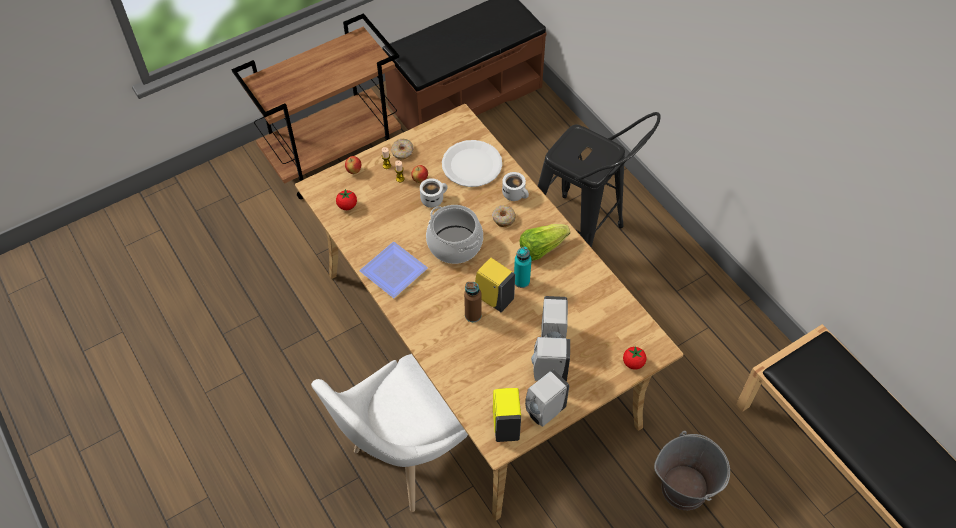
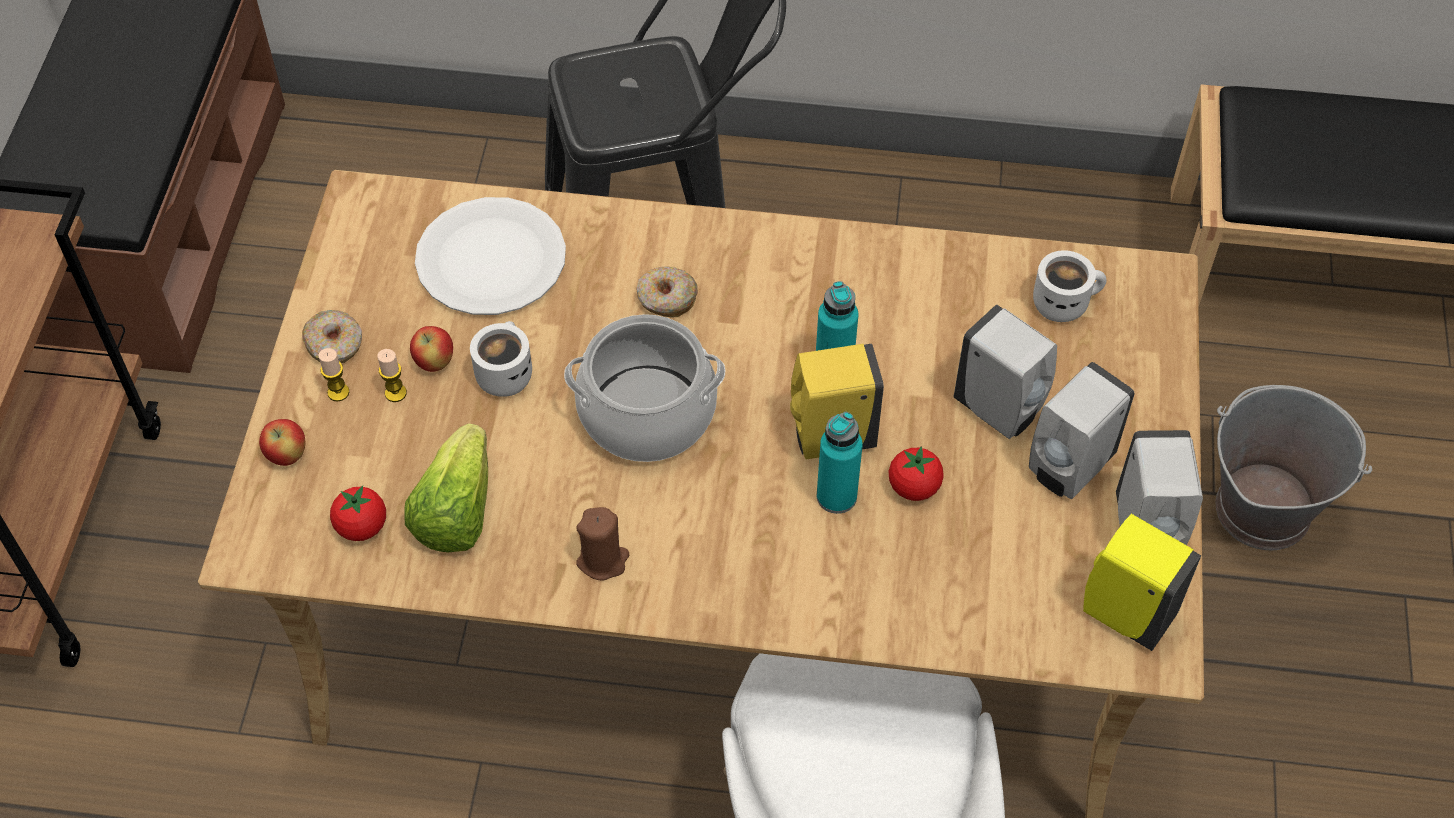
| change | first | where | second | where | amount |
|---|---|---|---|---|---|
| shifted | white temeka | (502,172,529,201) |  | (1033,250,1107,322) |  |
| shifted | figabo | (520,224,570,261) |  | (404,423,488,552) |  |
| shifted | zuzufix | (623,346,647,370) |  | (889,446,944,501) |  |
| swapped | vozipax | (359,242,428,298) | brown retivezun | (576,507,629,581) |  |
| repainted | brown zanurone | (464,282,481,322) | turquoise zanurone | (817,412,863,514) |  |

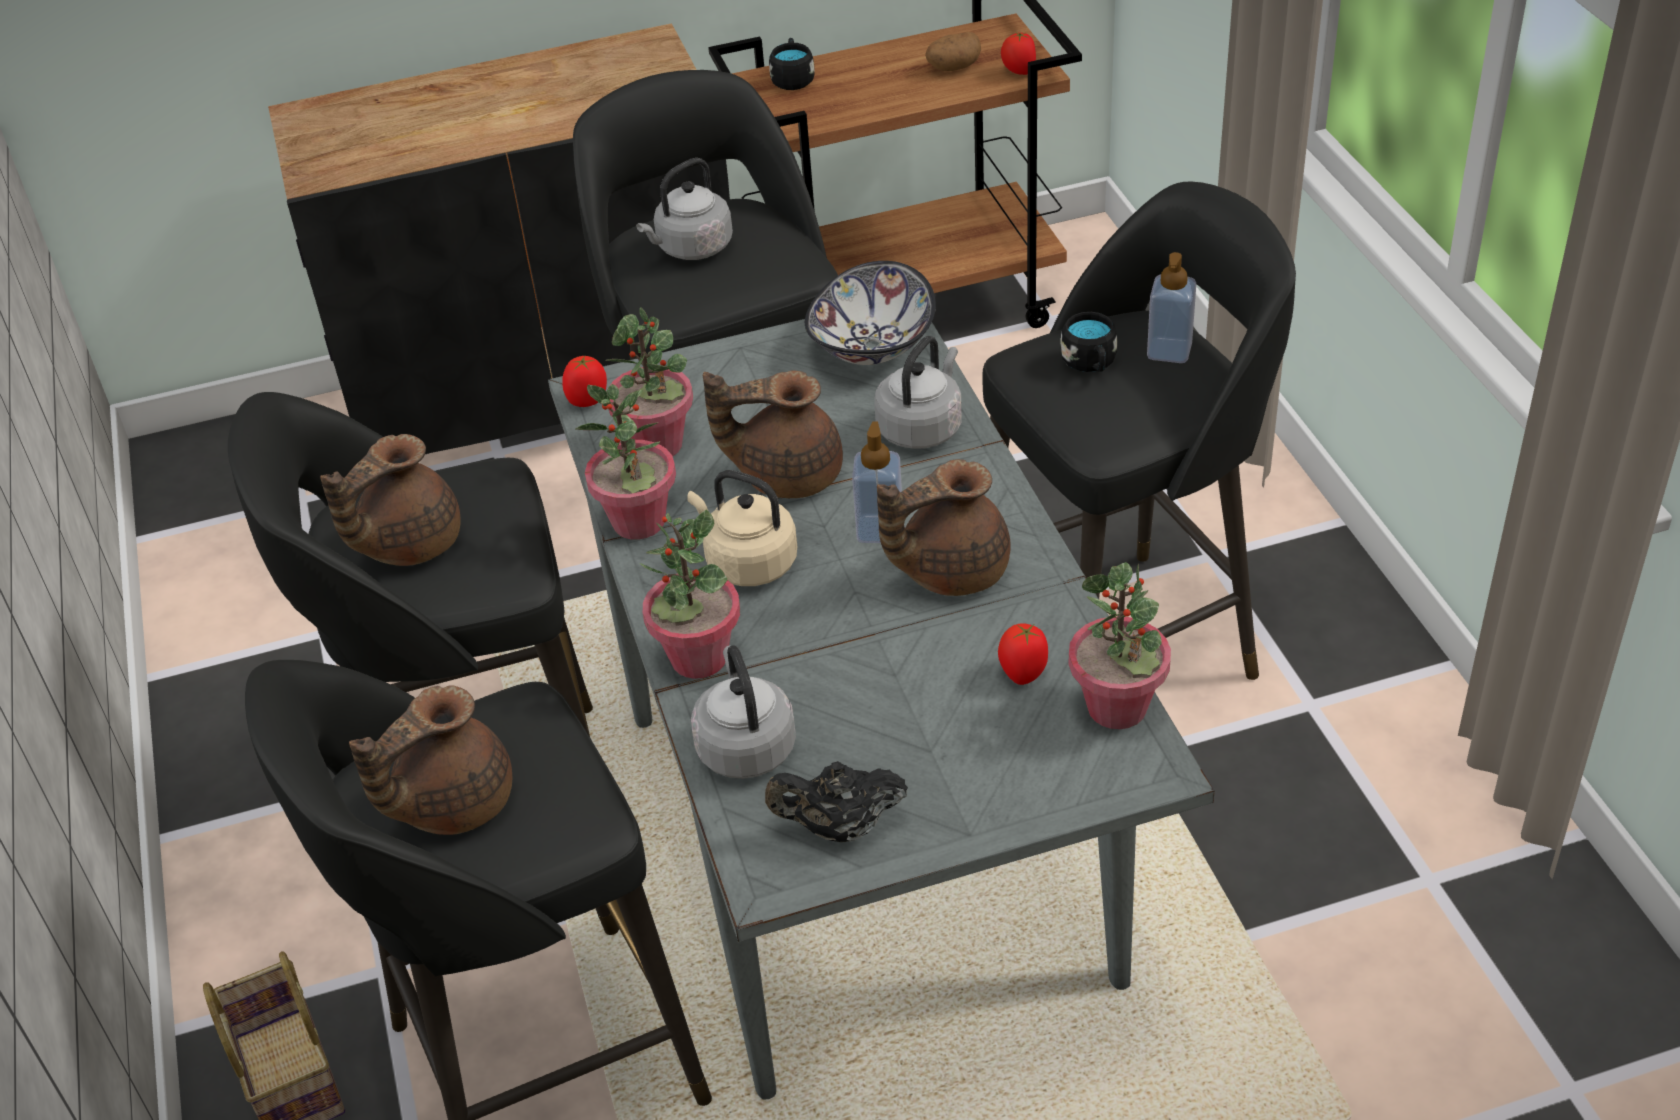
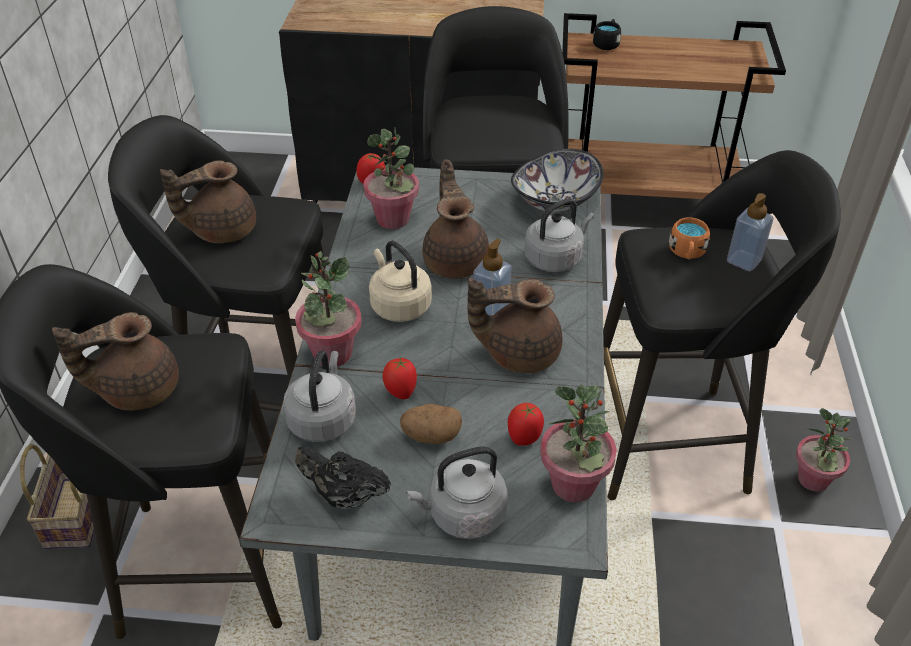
| change | first | where | second | where | amount |
|---|---|---|---|---|---|
| shifted | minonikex | (575,384,676,540) |  | (796,408,851,492) |  |
| shifted | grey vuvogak | (636,158,733,260) |  | (406,446,508,539) |  |
| shifted | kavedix | (925,32,981,71) |  | (400,404,462,444) |  |
| shifted | zuzufix | (1001,32,1036,75) |  | (383,357,417,399) |  |
| repainted | black temeka | (1060,312,1117,372) | orange temeka | (669,217,710,259) |  |
| rotated | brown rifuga | (703,370,843,498) |  | (422,160,489,279) | 60 degrees clockwise |

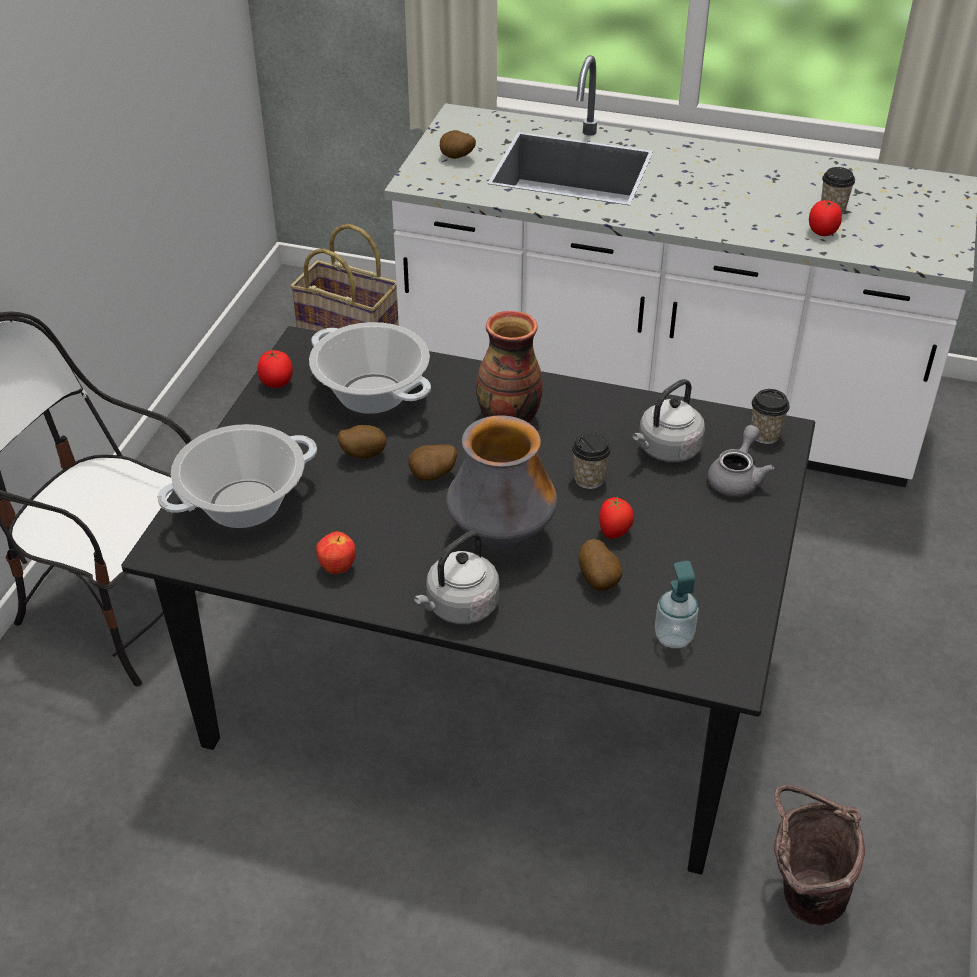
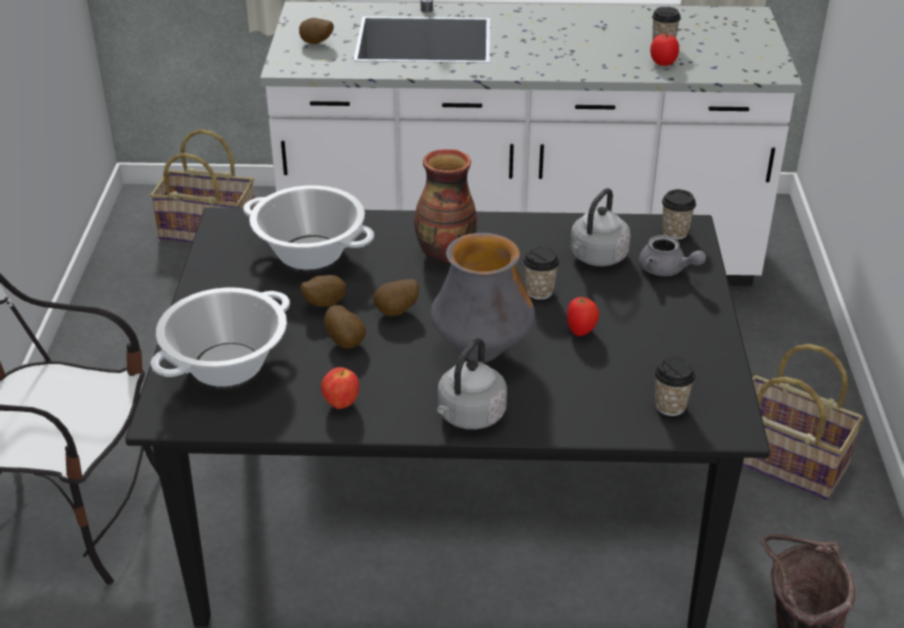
| change | first | where | second | where | amount |
|---|---|---|---|---|---|
| gone | zuzufix | (257,350,293,388) |  |  |  |
| new |  |  | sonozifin | (743,344,864,500) |  |
| shifted | kavedix | (579,539,622,591) |  | (324,305,366,348) |  |
| swapped | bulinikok | (655,561,699,648) | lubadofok | (654,357,696,416) |  |
| rotated | grey rifuga | (707,425,774,497) |  | (639,235,706,276) | 120 degrees clockwise |

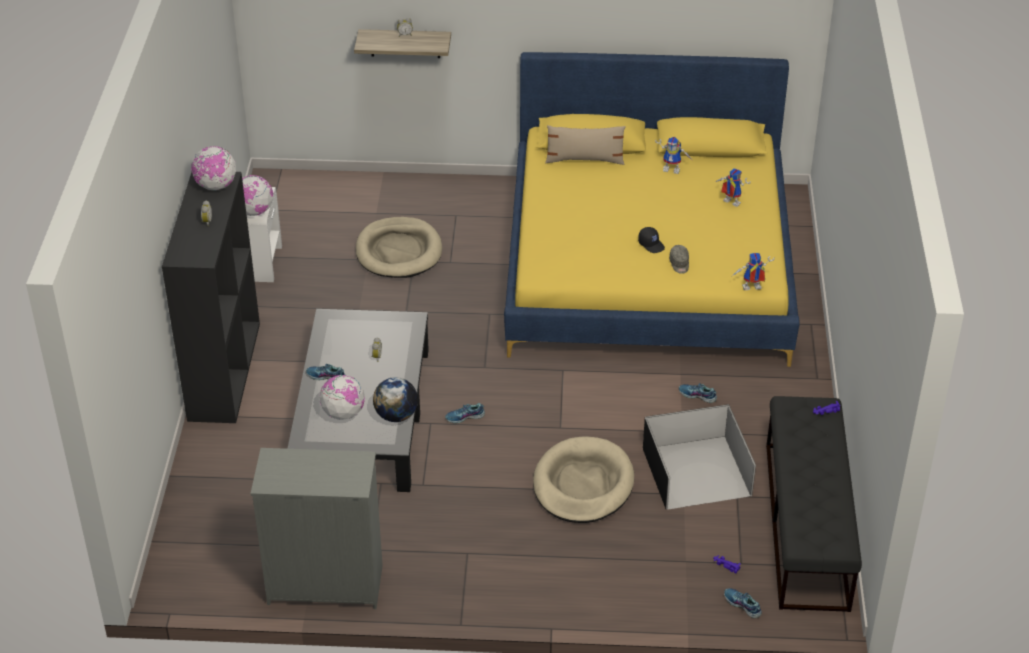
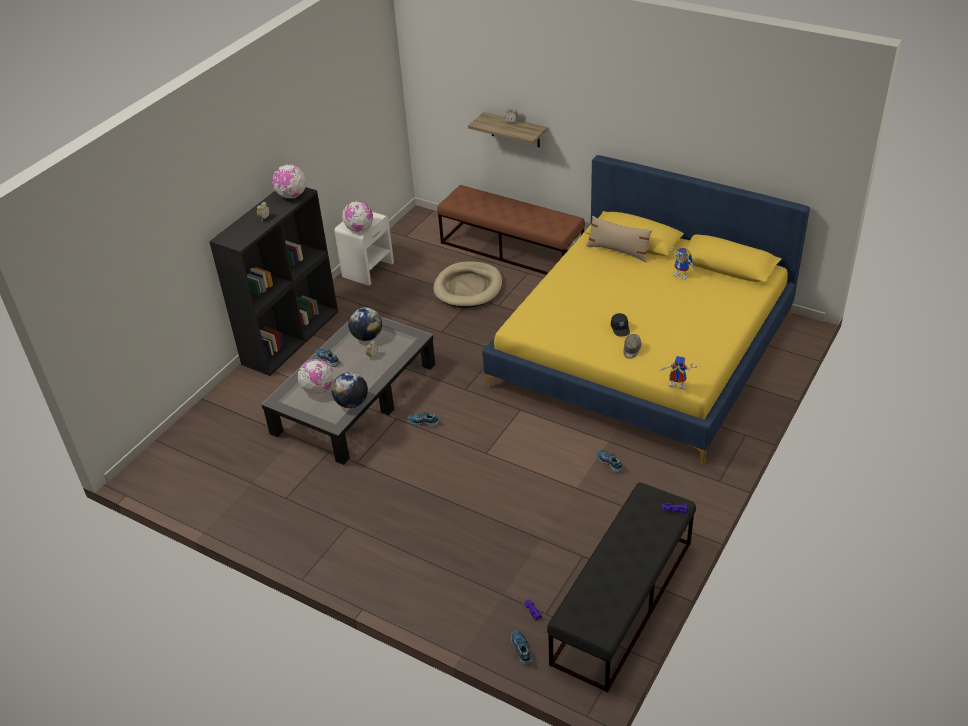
| change | first | where | second | where | amount |
|---|---|---|---|---|---|
| gone | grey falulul | (250,448,383,609) |  |  |  |
| gone | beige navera | (533,436,634,523) |  |  |  |
| gone | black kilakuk | (643,404,756,509) |  |  |  |
| gone | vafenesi | (716,168,751,207) |  |  |  |
| new |  |  | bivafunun | (348,307,382,341) |  |
| new |  |  | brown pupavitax | (437,185,585,275) |  |

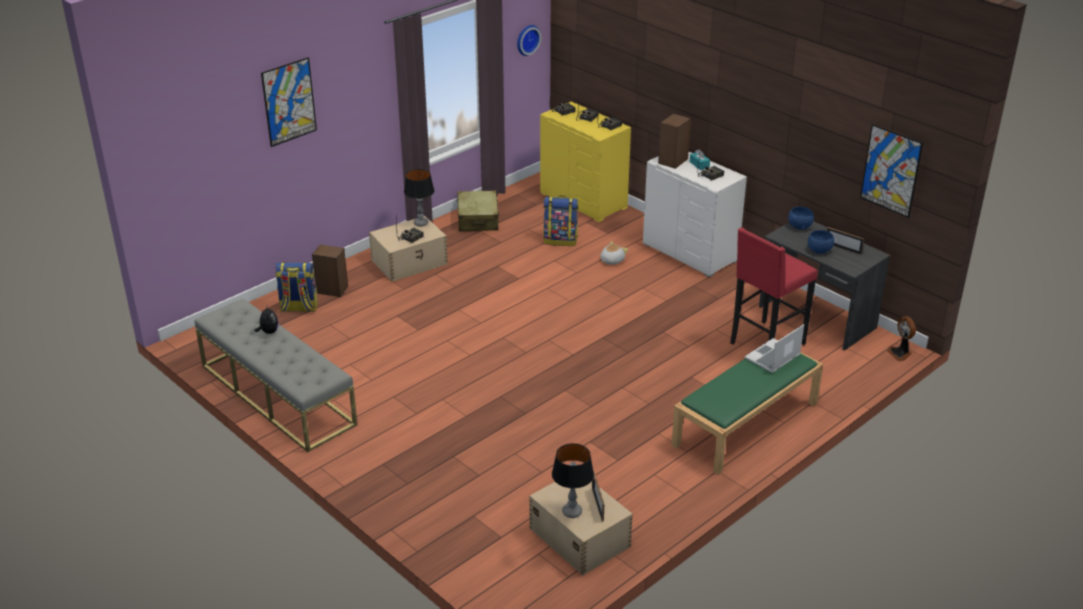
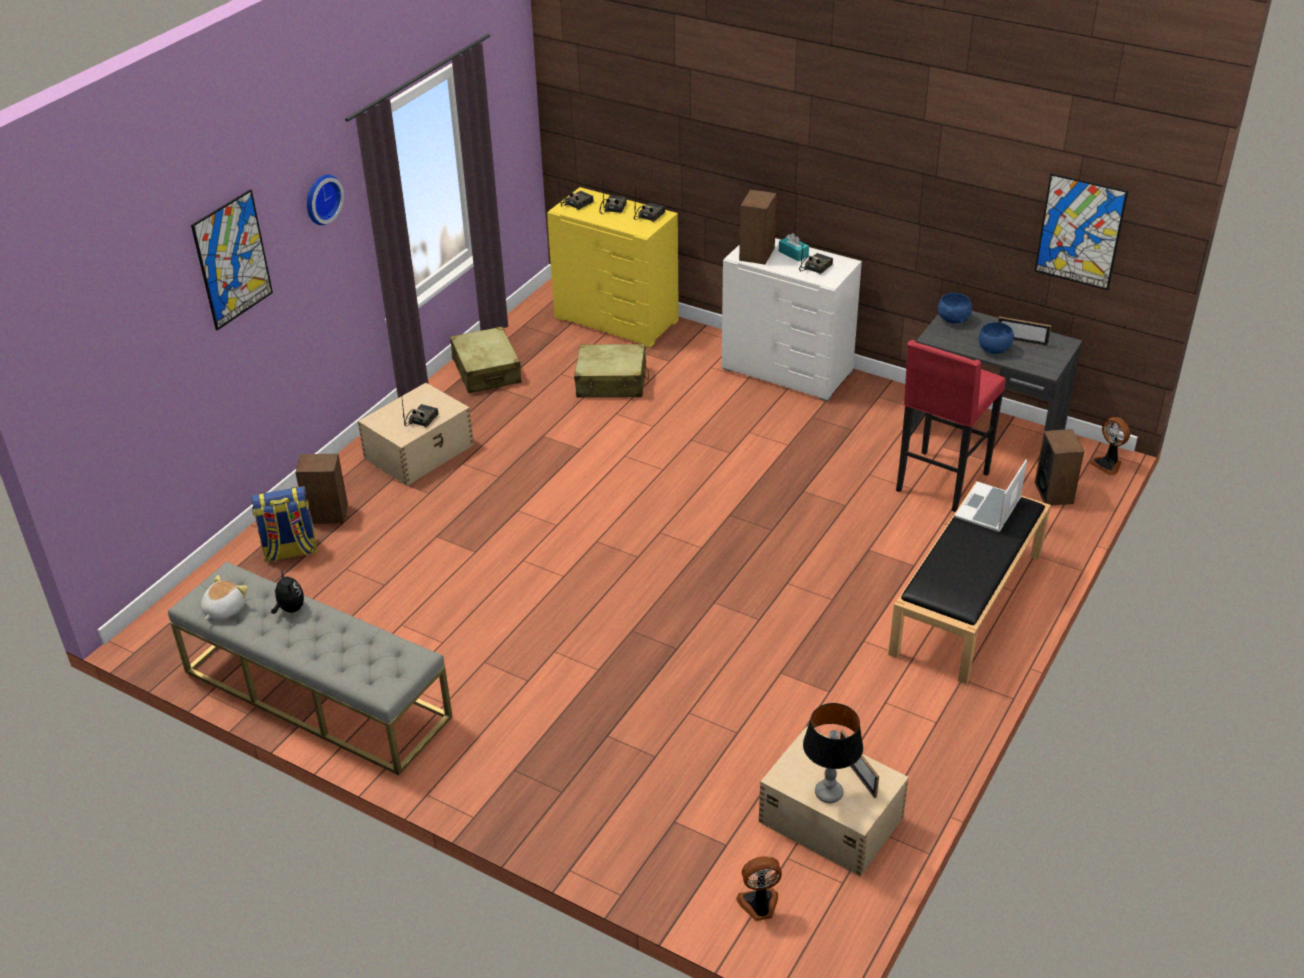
| change | first | where | second | where | amount |
|---|---|---|---|---|---|
| gone | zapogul | (404,169,434,227) |  |  |  |
| new |  |  | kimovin | (736,856,782,921) |  |
| new |  |  | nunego | (1035,429,1084,505) |  |
| shifted | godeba | (517,25,541,56) |  | (307,174,344,225) |  |
| shifted | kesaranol | (600,241,628,265) |  | (201,575,248,620) |  |
| swapped | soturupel | (543,195,579,246) | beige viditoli | (574,344,649,398) |  |
| repainted | green pupavitax | (671,352,823,475) | black pupavitax | (888,481,1051,684) |  |

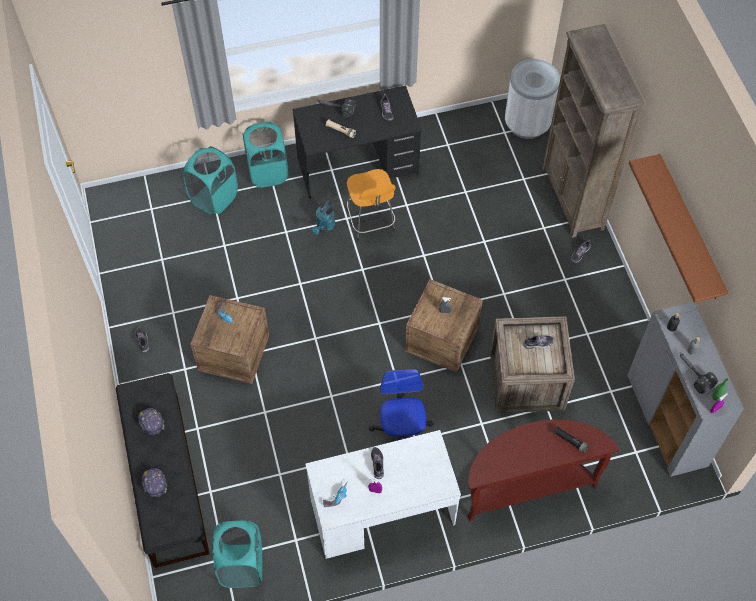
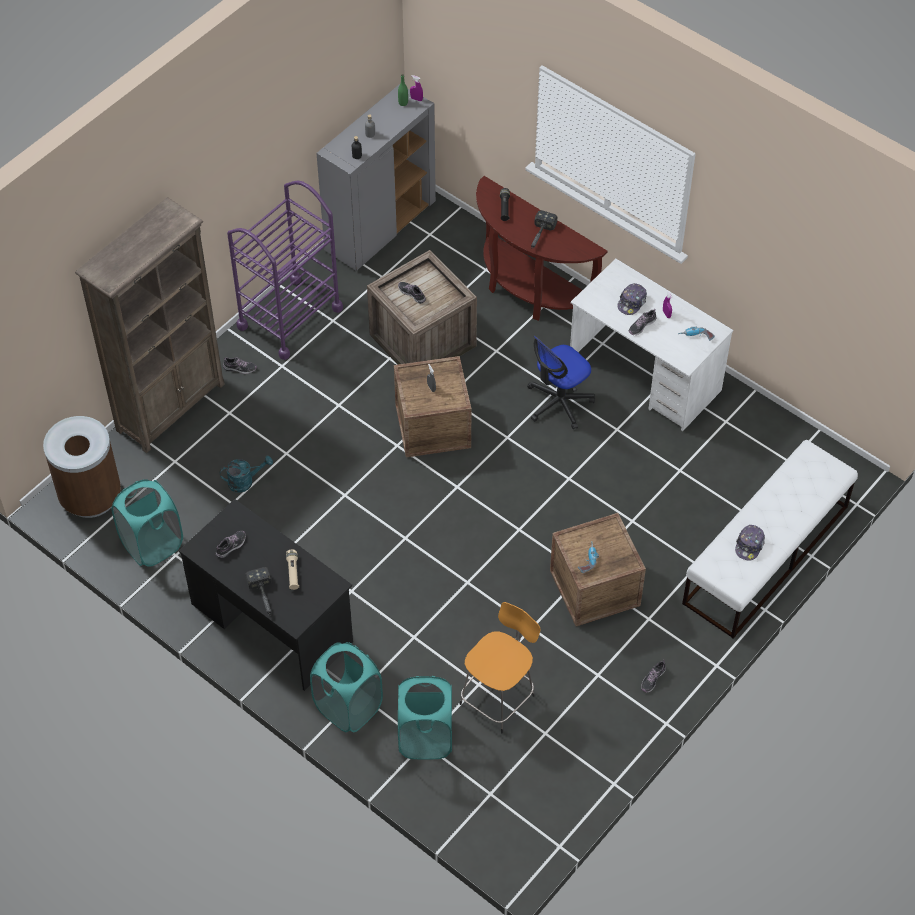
| change | first | where | second | where | amount |
|---|---|---|---|---|---|
| gone | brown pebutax | (629,154,728,303) |  |  |  |
| new |  |  | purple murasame | (227,180,343,360) |  |
| shifted | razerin | (141,468,167,497) |  | (617,283,647,315) |  |
| shifted | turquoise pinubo | (212,521,262,588) |  | (112,479,183,567) |  |
| shifted | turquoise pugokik | (311,200,335,235) |  | (219,456,273,493) |  |
| shifted | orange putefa | (346,169,396,241) |  | (459,602,540,733) |  |
| shifted | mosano | (679,352,718,394) |  | (531,210,557,249) |  |
| repainted | black pupavitax | (116,373,210,568) | white pupavitax | (682,440,858,639) |  |
| repainted | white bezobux | (505,59,560,139) | brown bezobux | (43,416,121,518) |  |

